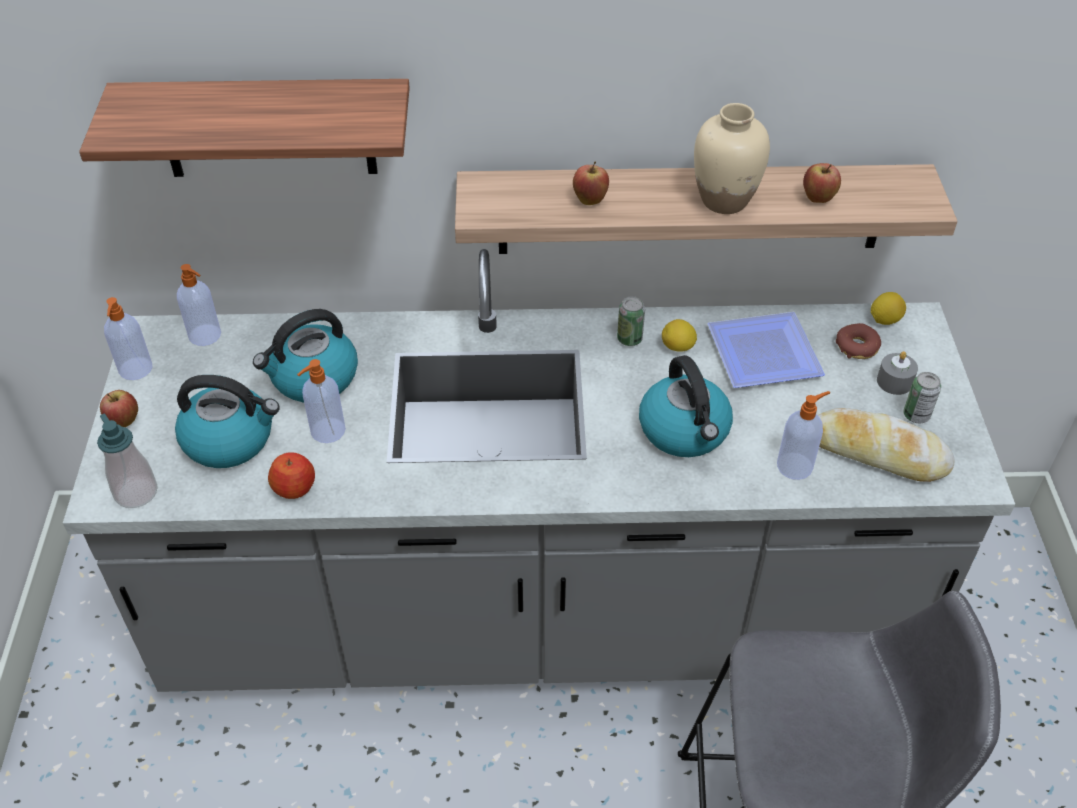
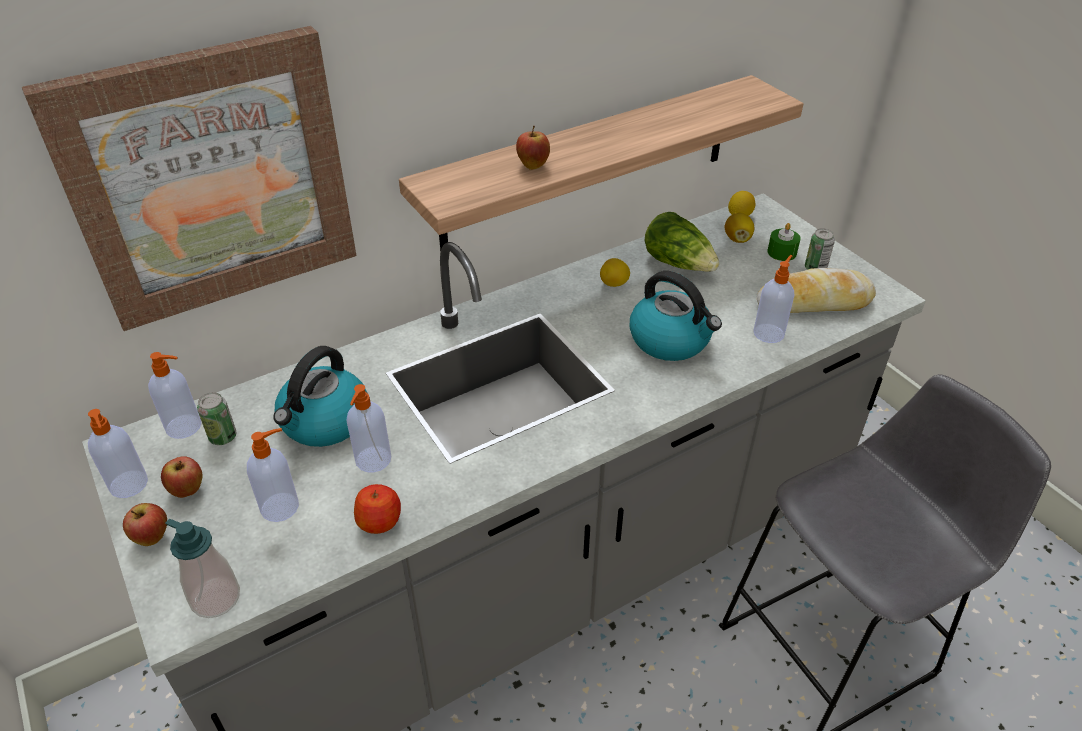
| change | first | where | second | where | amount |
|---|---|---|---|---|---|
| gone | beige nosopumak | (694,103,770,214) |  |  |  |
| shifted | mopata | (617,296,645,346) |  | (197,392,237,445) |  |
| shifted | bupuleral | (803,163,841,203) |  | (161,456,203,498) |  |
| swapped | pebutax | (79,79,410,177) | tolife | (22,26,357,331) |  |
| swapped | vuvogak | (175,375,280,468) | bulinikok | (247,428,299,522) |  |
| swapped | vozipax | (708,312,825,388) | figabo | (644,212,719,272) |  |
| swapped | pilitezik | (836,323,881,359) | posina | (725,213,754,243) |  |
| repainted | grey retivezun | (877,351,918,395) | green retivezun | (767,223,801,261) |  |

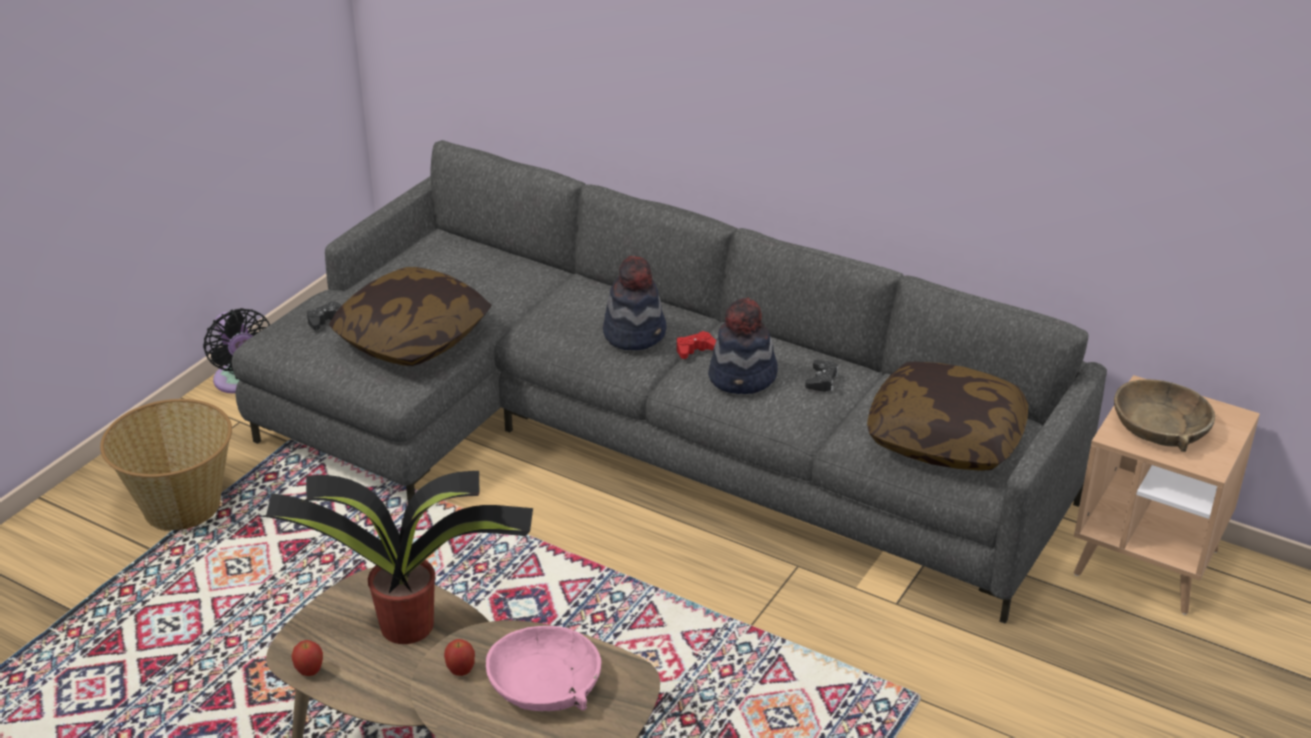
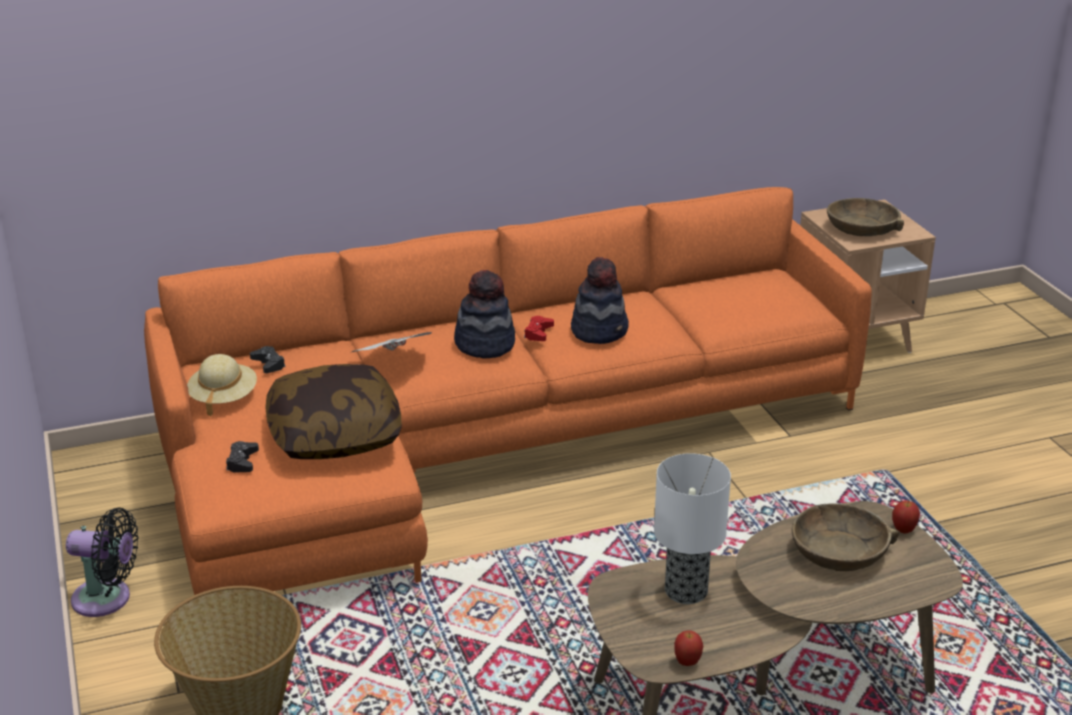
| change | first | where | second | where | amount |
|---|---|---|---|---|---|
| gone | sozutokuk | (867,361,1028,471) |  |  |  |
| new |  |  | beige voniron | (187,354,257,416) |  |
| new |  |  | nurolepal | (352,332,431,352) |  |
| shifted | bupuleral | (444,639,475,676) |  | (892,501,920,533) |  |
| shifted | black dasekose | (805,360,838,392) |  | (250,346,286,373) |  |
| swapped | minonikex | (261,471,533,644) | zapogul | (654,453,731,604) |  |
| repainted | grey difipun | (232,140,1107,624) | orange difipun | (144,187,872,595) |  |
| repainted | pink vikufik | (486,626,602,711) | brown vikufik | (792,504,899,571) |  |

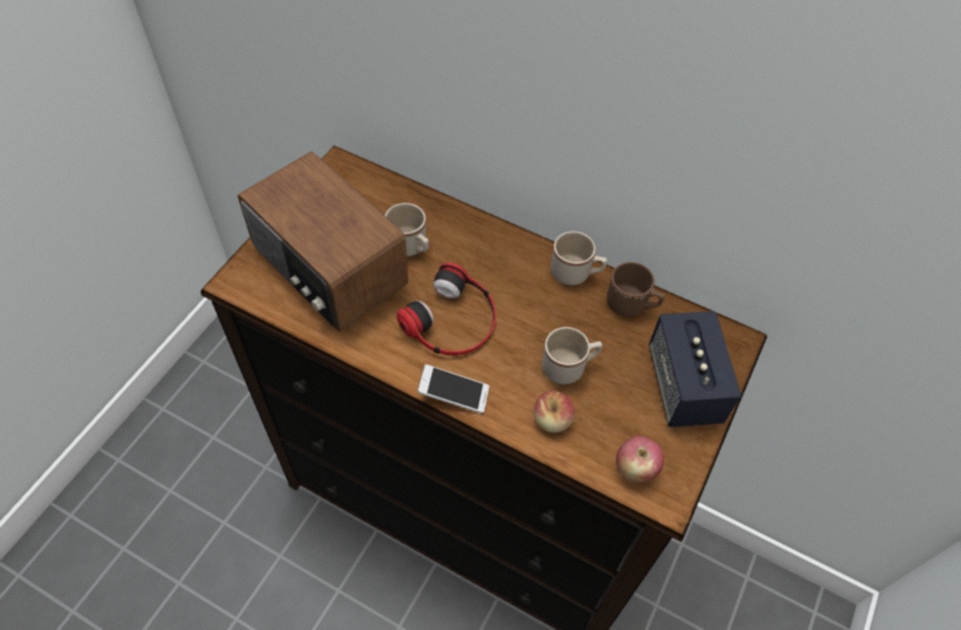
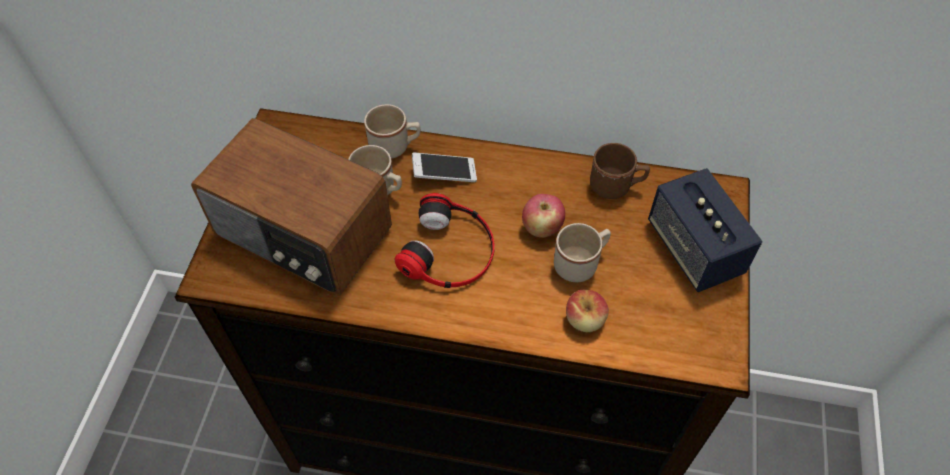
| change | first | where | second | where | amount |
|---|---|---|---|---|---|
| shifted | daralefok | (417,364,489,414) |  | (412,152,477,182) |  |
| shifted | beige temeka | (551,231,607,285) |  | (364,104,421,159) |  |
| shifted | bupuleral | (616,436,664,483) |  | (522,194,565,238) |  |

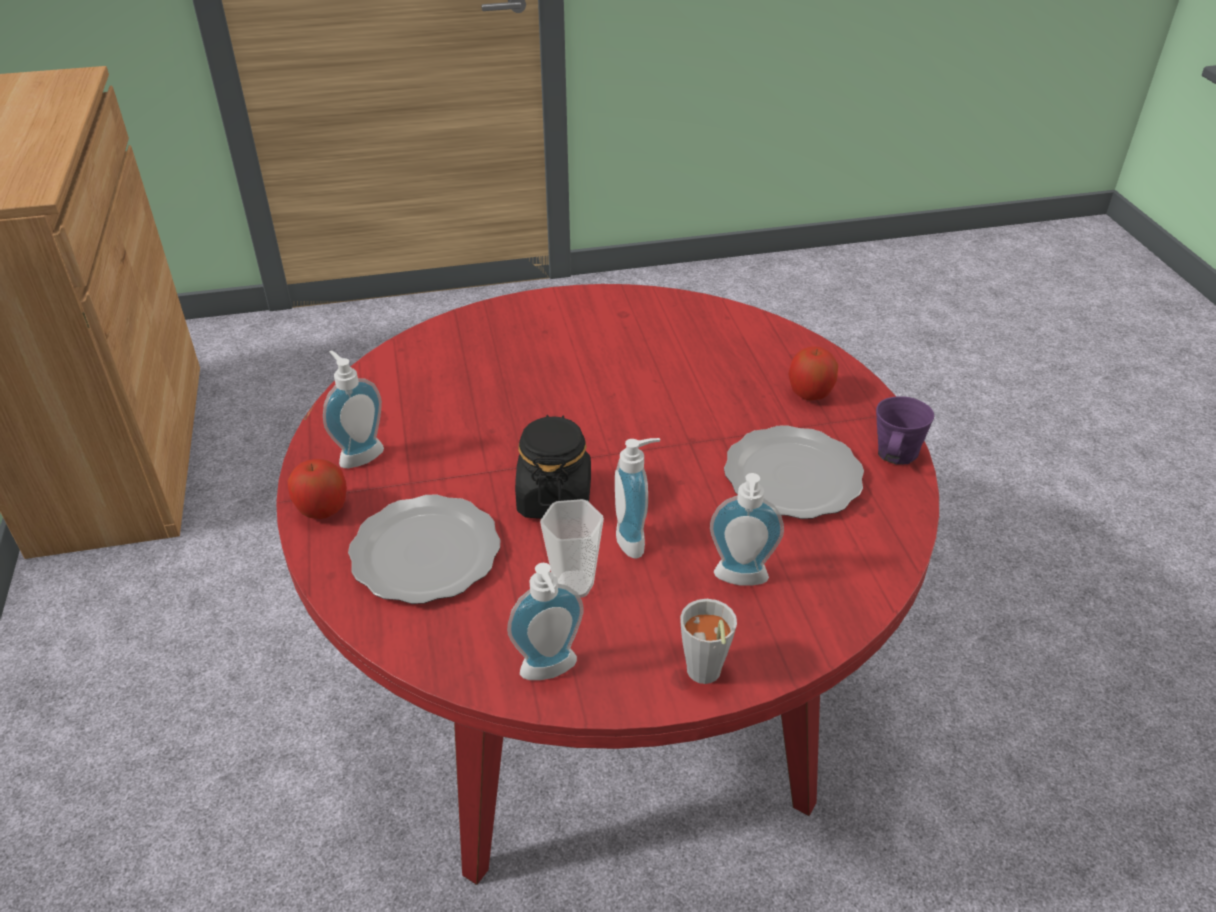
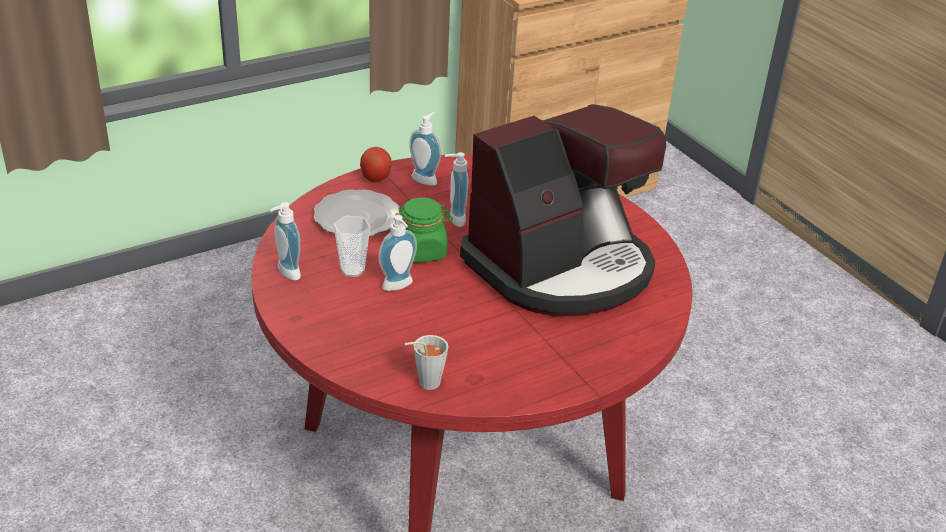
| change | first | where | second | where | amount |
|---|---|---|---|---|---|
| gone | vozipax | (724,425,864,519) |  |  |  |
| gone | bupuleral | (788,346,838,401) |  |  |  |
| gone | purple temeka | (876,396,934,465) |  |  |  |
| new |  |  | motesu | (460,104,666,316) |  |
| shifted | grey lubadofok | (680,599,737,684) |  | (405,335,448,390) |  |
| shifted | bulinikok | (710,473,784,586) |  | (445,152,468,227) |  |
| repainted | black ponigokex | (515,415,591,519) | green ponigokex | (395,197,453,263) |  |

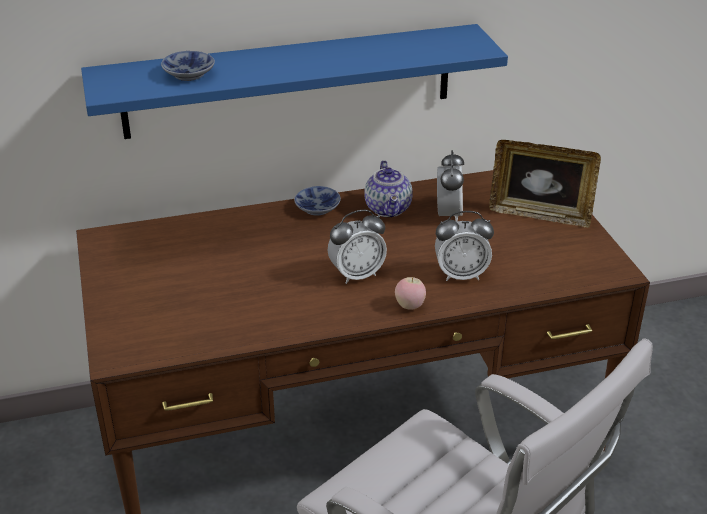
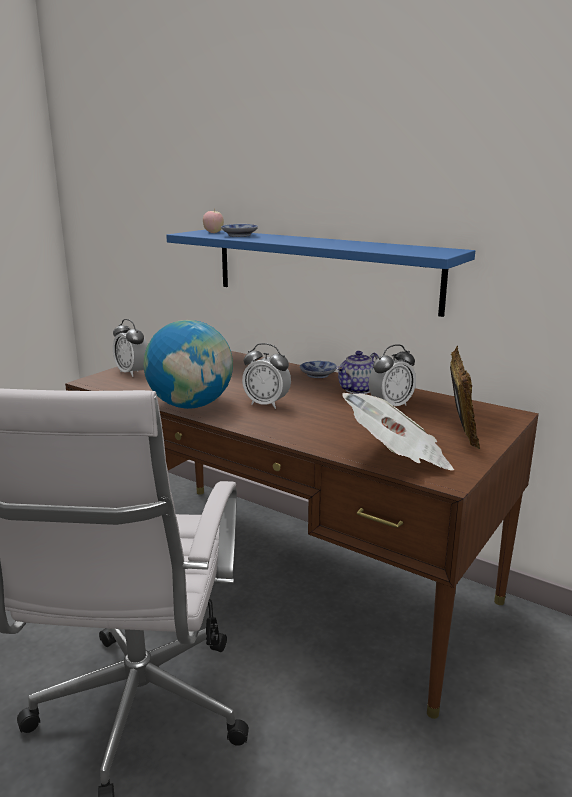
| change | first | where | second | where | amount |
|---|---|---|---|---|---|
| new |  |  | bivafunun | (143,320,233,409) |  |
| new |  |  | nurolepal | (342,393,455,471) |  |
| shifted | bupuleral | (395,277,426,310) |  | (203,210,224,233) |  |
| shifted | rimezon | (435,211,494,281) |  | (113,319,147,377) |  |
| rotated | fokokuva | (489,140,601,228) |  | (450,345,480,449) | 150 degrees counterclockwise |

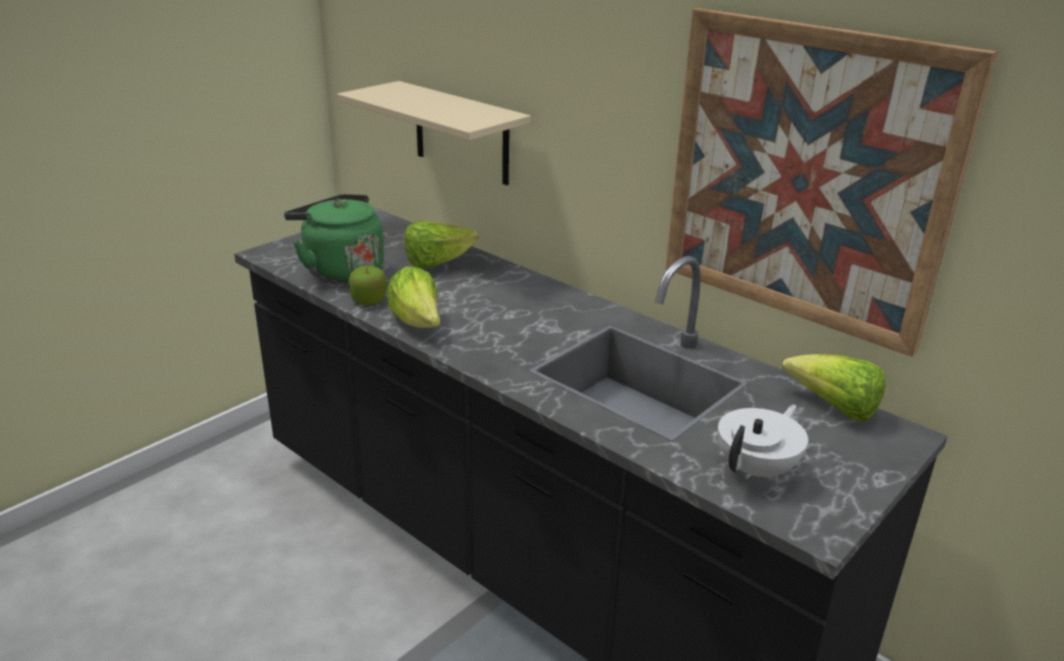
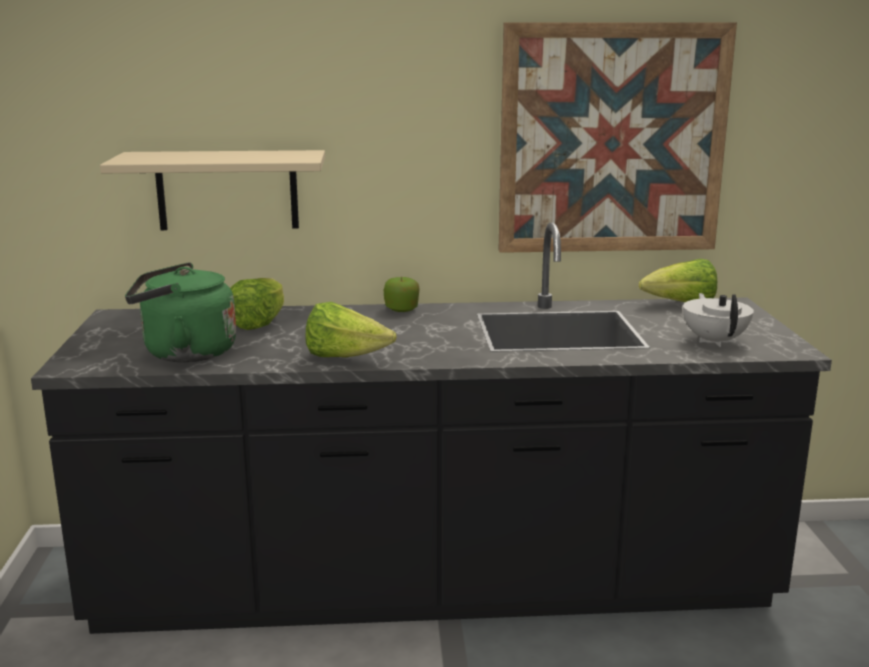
| change | first | where | second | where | amount |
|---|---|---|---|---|---|
| shifted | bupuleral | (348,266,387,305) |  | (384,277,420,312) |  |

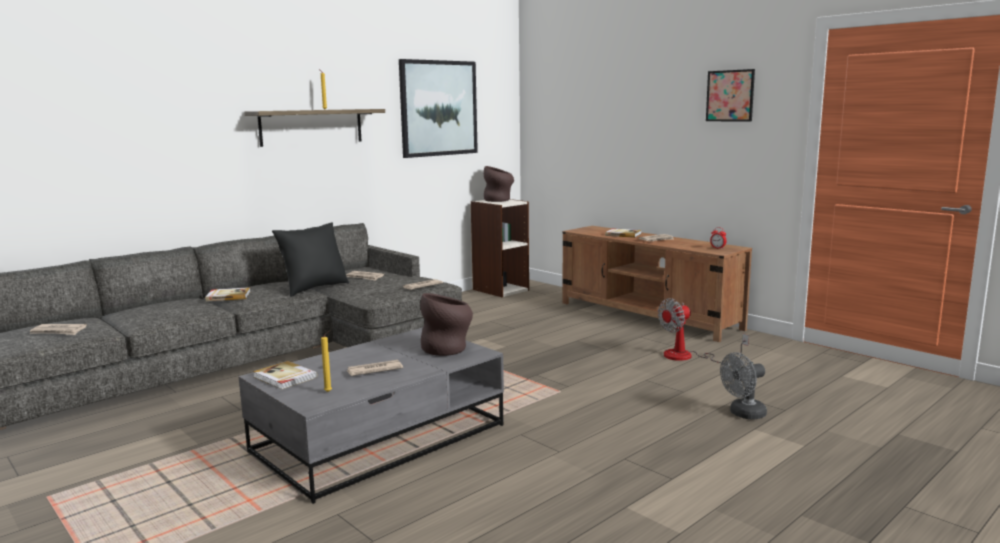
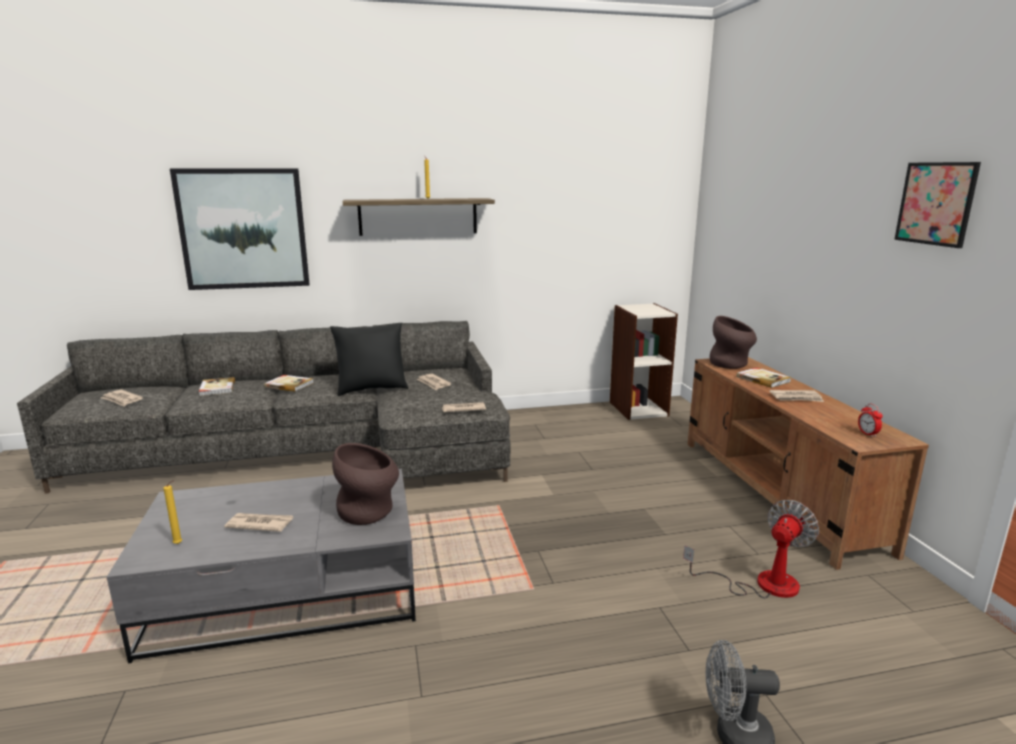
| change | first | where | second | where | amount |
|---|---|---|---|---|---|
| shifted | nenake | (253,361,317,389) |  | (199,377,235,396) |  |
| shifted | tolife | (399,59,478,158) |  | (170,168,310,290) |  |
| shifted | brown nosopumak | (484,166,514,202) |  | (710,316,757,369) |  |
| rotated | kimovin | (658,298,749,364) |  | (683,500,819,598) | 135 degrees clockwise |

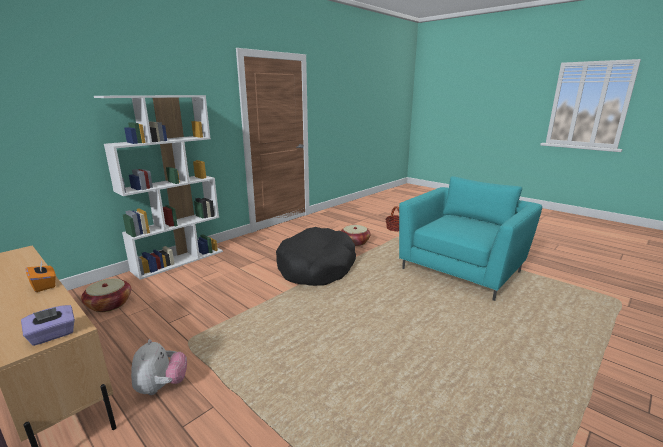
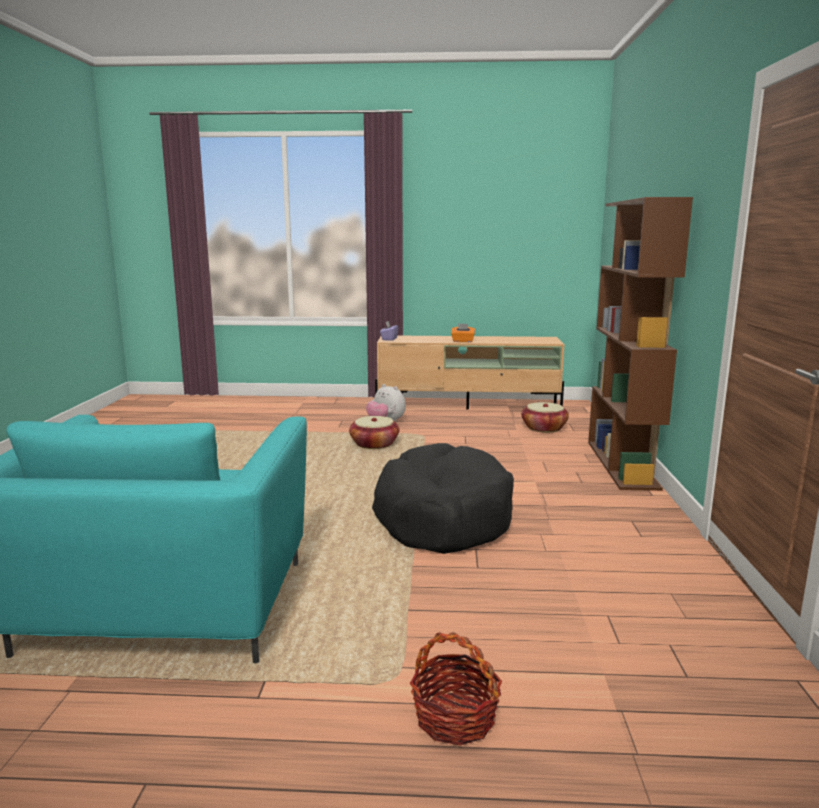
| change | first | where | second | where | amount |
|---|---|---|---|---|---|
| shifted | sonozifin | (341,225,371,246) |  | (349,416,399,449) |  |
| repainted | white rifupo | (94,95,223,280) | brown rifupo | (588,197,693,491) |  |

